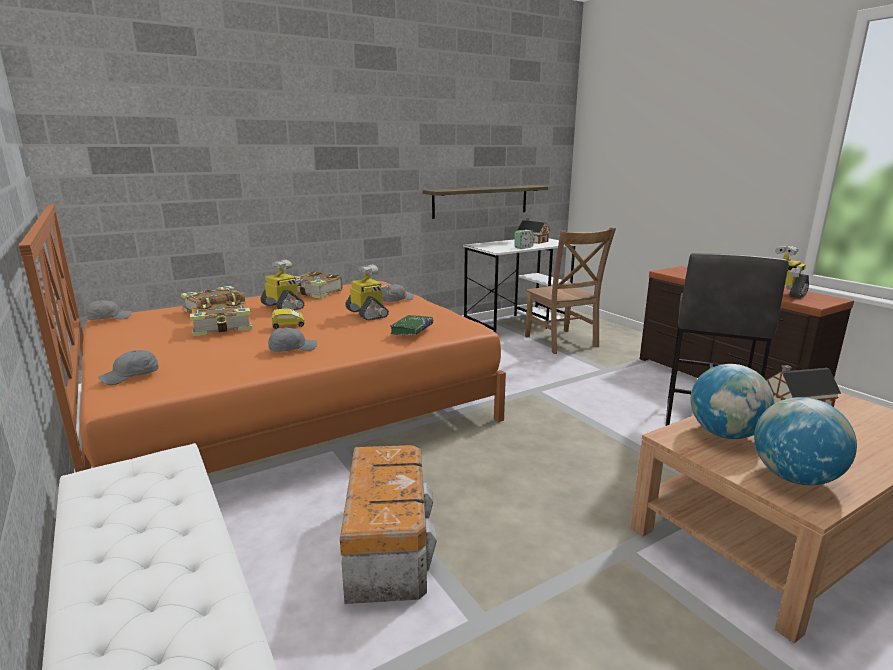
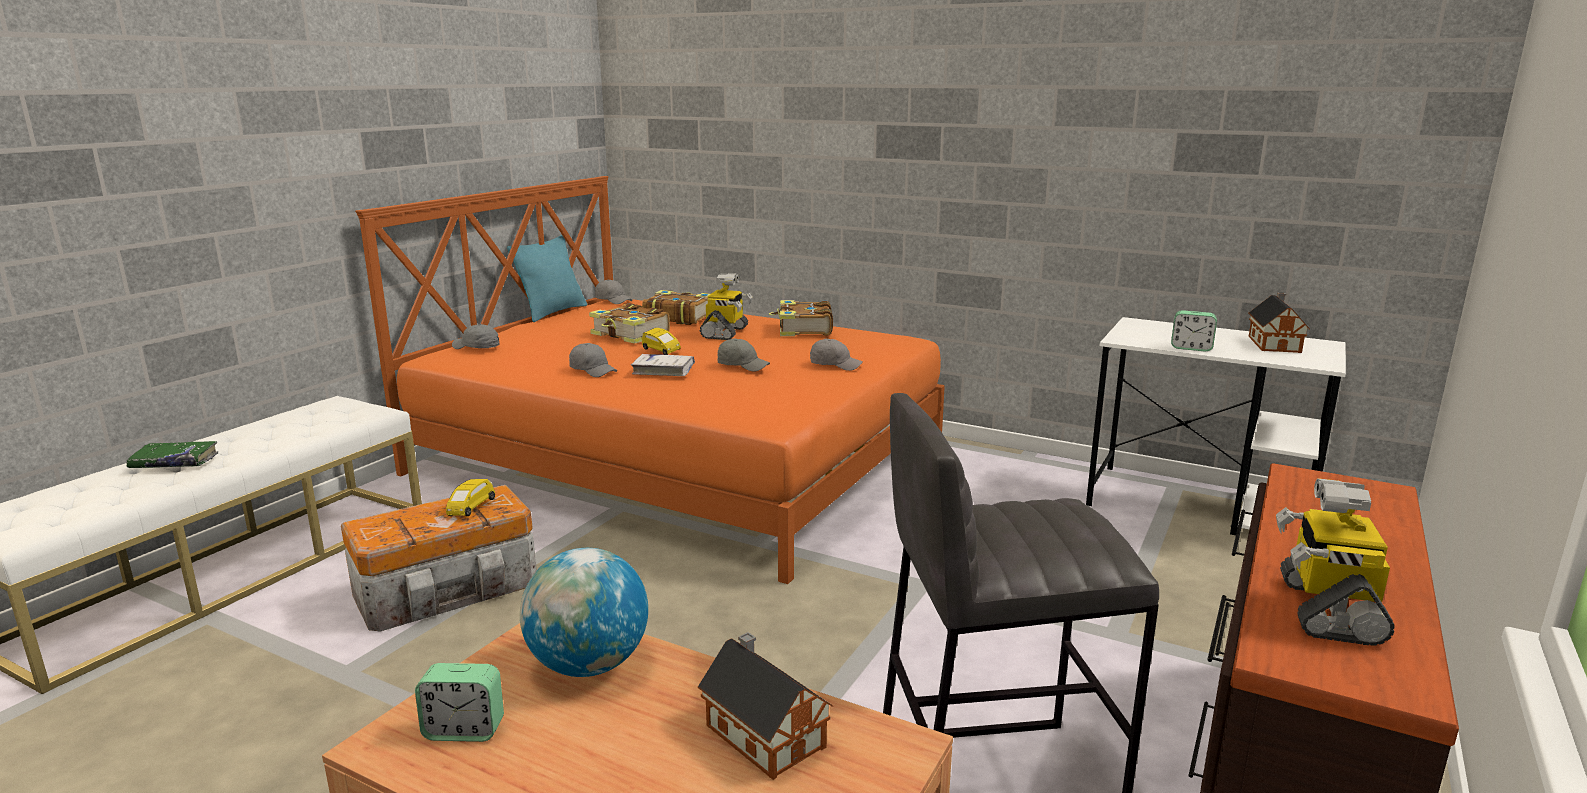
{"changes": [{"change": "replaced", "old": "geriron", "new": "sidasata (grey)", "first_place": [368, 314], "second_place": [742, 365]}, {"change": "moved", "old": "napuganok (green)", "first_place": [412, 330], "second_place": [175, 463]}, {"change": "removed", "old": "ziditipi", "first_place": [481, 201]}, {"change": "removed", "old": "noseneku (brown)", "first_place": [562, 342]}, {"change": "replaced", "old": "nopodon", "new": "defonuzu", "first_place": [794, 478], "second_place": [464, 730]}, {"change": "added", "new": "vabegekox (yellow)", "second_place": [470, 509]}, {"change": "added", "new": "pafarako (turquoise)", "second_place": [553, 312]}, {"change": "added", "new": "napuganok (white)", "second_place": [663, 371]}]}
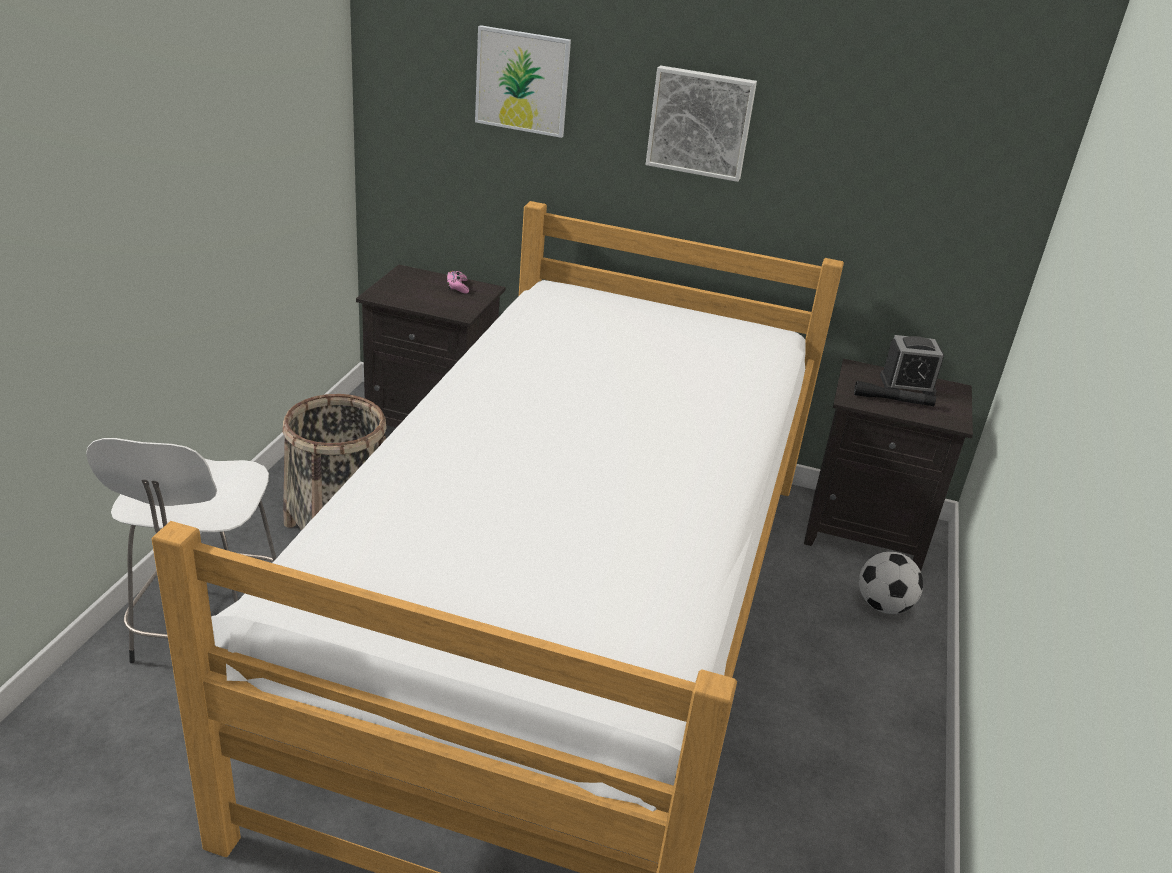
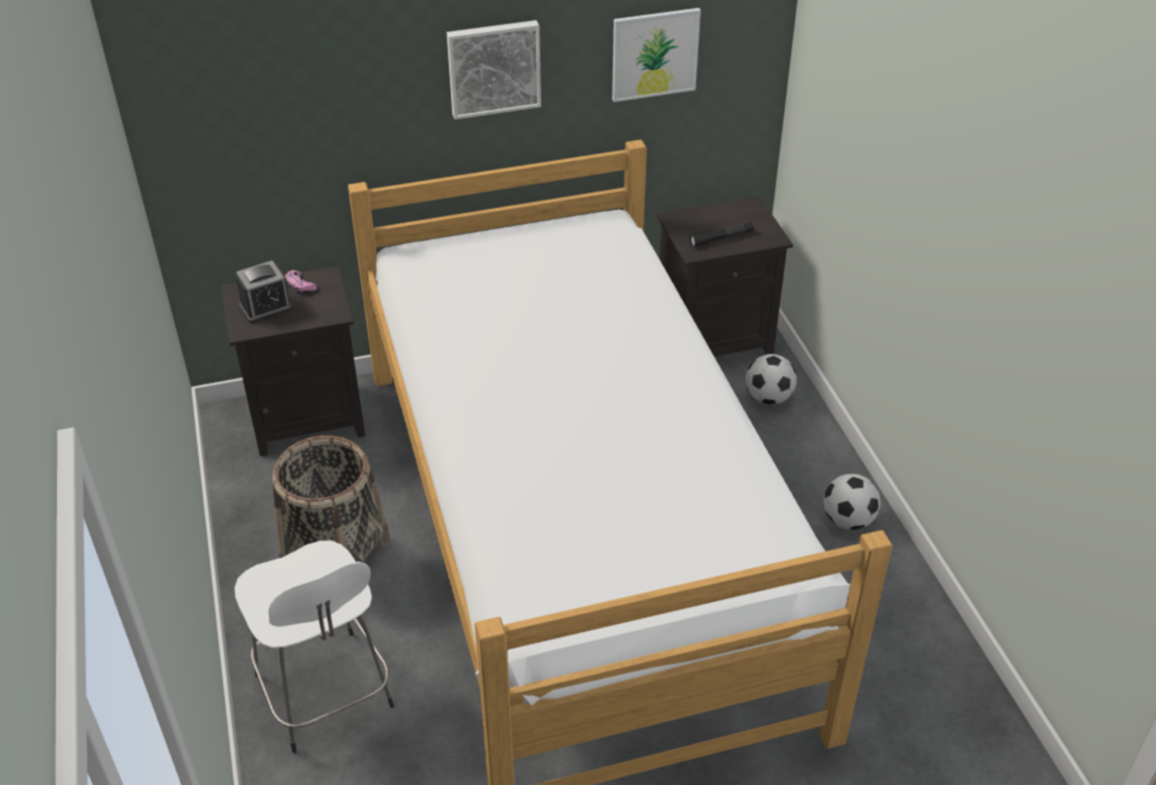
{"changes": [{"change": "moved", "old": "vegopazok", "first_place": [522, 81], "second_place": [654, 54]}, {"change": "moved", "old": "defonuzu", "first_place": [907, 384], "second_place": [266, 308]}, {"change": "added", "new": "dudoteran", "second_place": [848, 520]}]}
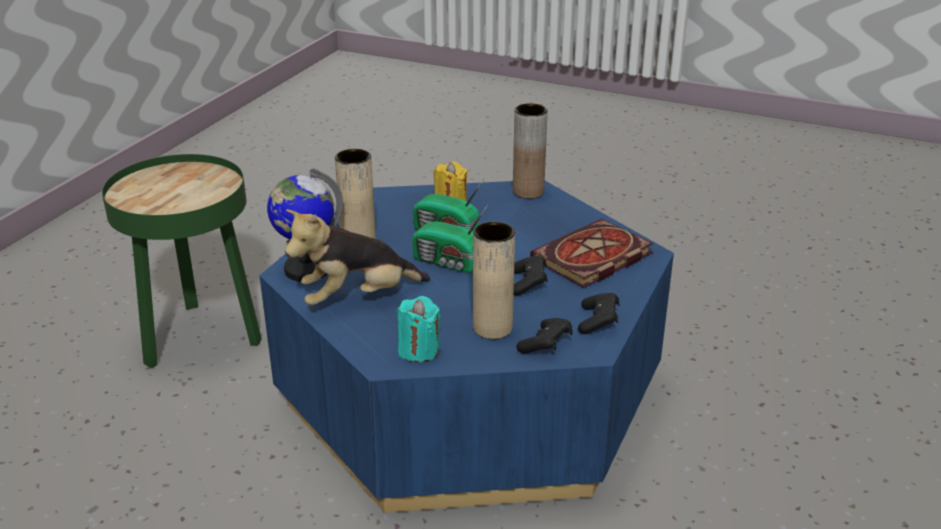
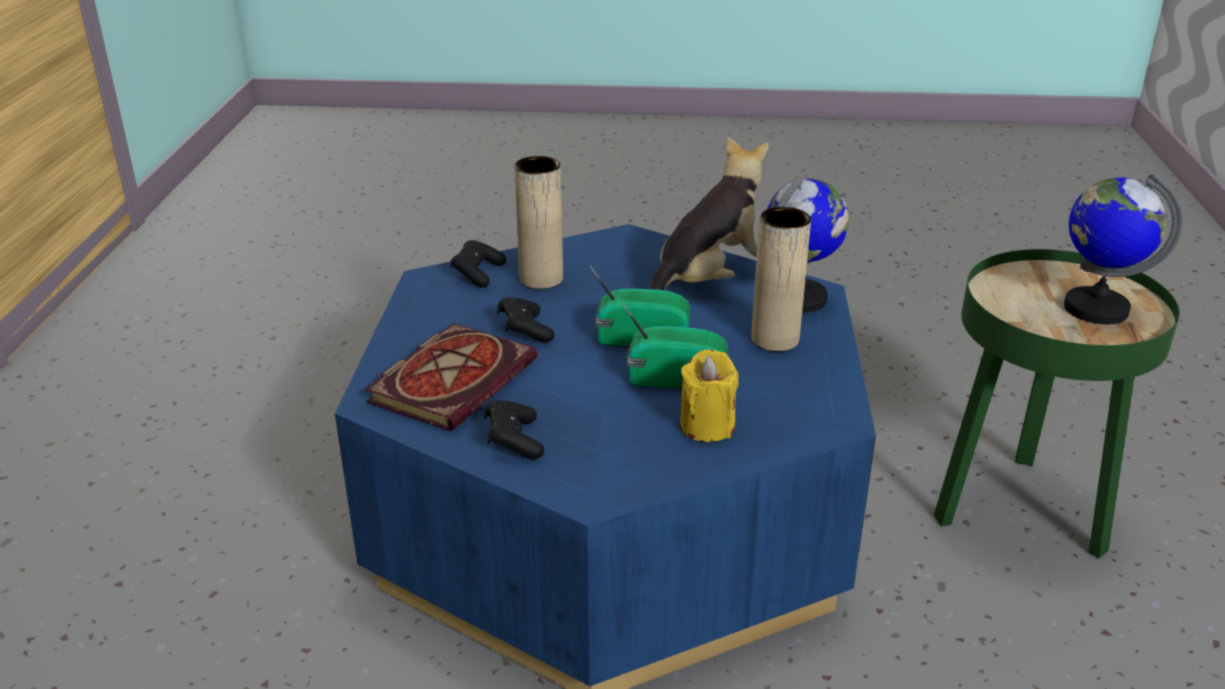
{"changes": [{"change": "removed", "old": "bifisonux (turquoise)", "first_place": [418, 350]}, {"change": "removed", "old": "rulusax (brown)", "first_place": [528, 192]}, {"change": "moved", "old": "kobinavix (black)", "first_place": [598, 322], "second_place": [513, 441]}, {"change": "added", "new": "nopodon", "second_place": [1095, 308]}]}
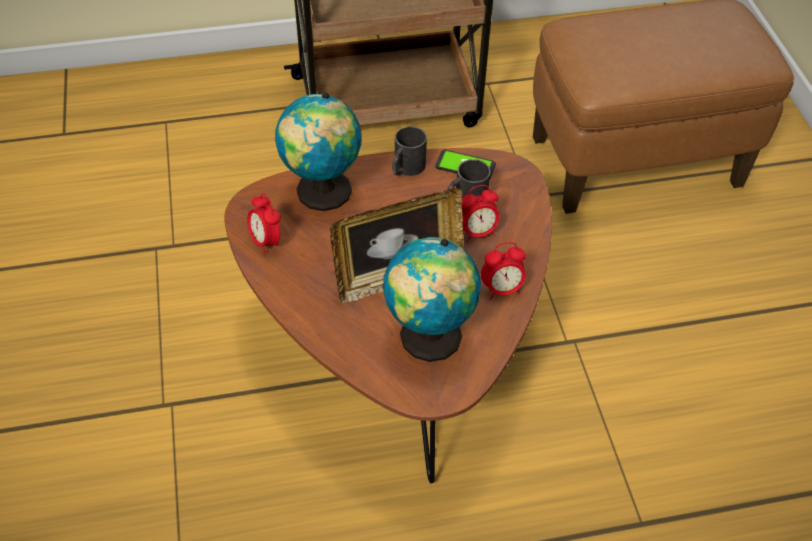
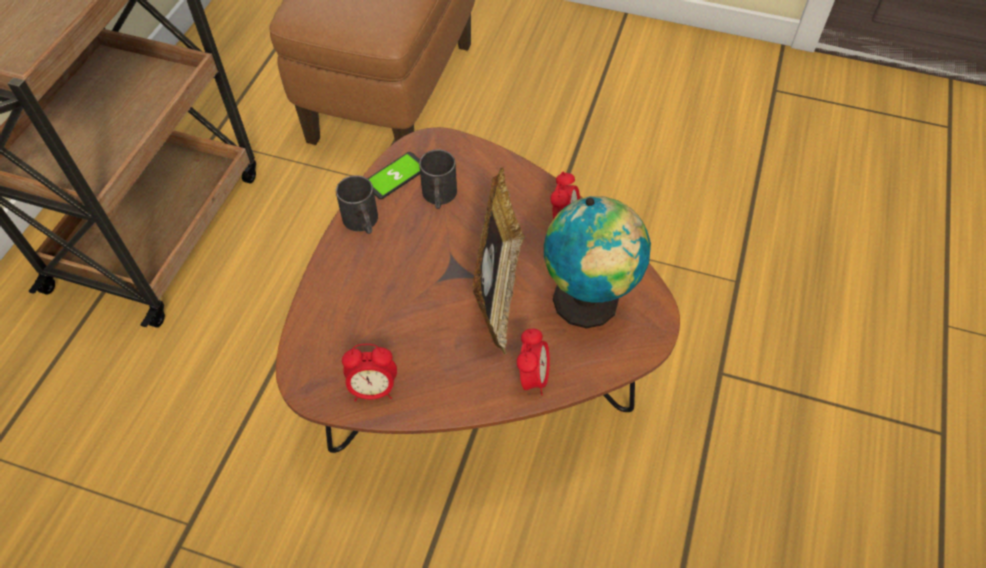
{"changes": [{"change": "removed", "old": "nopodon", "first_place": [322, 194]}, {"change": "moved", "old": "defonuzu", "first_place": [477, 232], "second_place": [532, 377]}]}
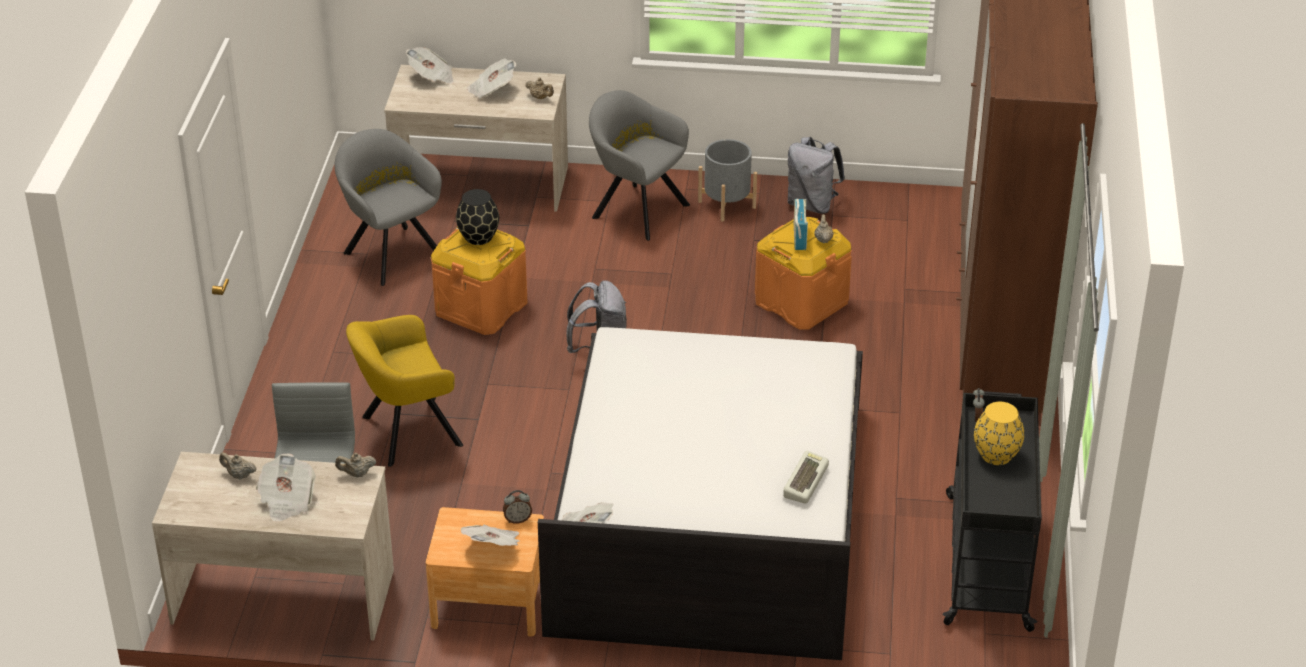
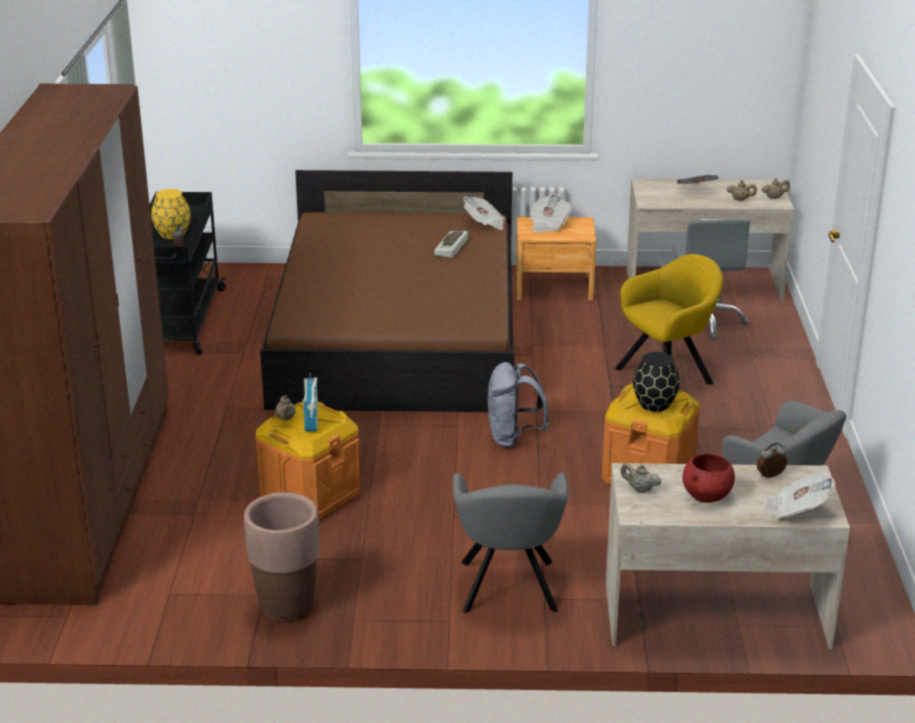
{"changes": [{"change": "moved", "old": "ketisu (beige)", "first_place": [357, 474], "second_place": [774, 197]}, {"change": "replaced", "old": "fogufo", "new": "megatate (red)", "first_place": [491, 89], "second_place": [707, 497]}, {"change": "moved", "old": "defonuzu", "first_place": [517, 519], "second_place": [771, 476]}, {"change": "recoloured", "old": "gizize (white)", "new": "gizize (brown)", "first_place": [709, 516], "second_place": [397, 336]}, {"change": "turned", "old": "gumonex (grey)", "first_place": [636, 209], "second_place": [508, 590], "degrees": 60}, {"change": "removed", "old": "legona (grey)", "first_place": [727, 204]}, {"change": "moved", "old": "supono", "first_place": [804, 480], "second_place": [452, 248]}, {"change": "replaced", "old": "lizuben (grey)", "new": "legona (brown)", "first_place": [812, 204], "second_place": [286, 608]}]}
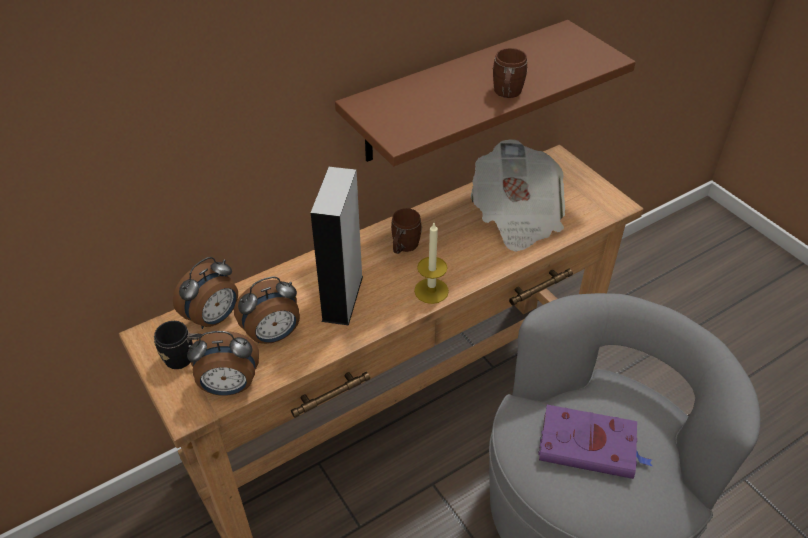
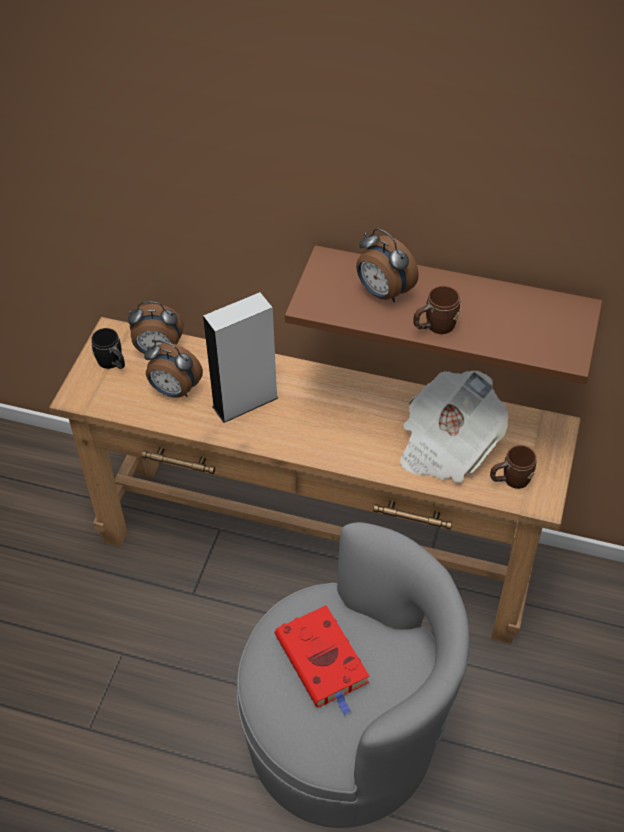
{"changes": [{"change": "moved", "old": "defonuzu", "first_place": [229, 387], "second_place": [383, 293]}, {"change": "moved", "old": "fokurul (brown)", "first_place": [403, 247], "second_place": [510, 480]}, {"change": "removed", "old": "bifisonux", "first_place": [431, 291]}, {"change": "recoloured", "old": "napuganok (purple)", "new": "napuganok (red)", "first_place": [590, 446], "second_place": [323, 661]}]}
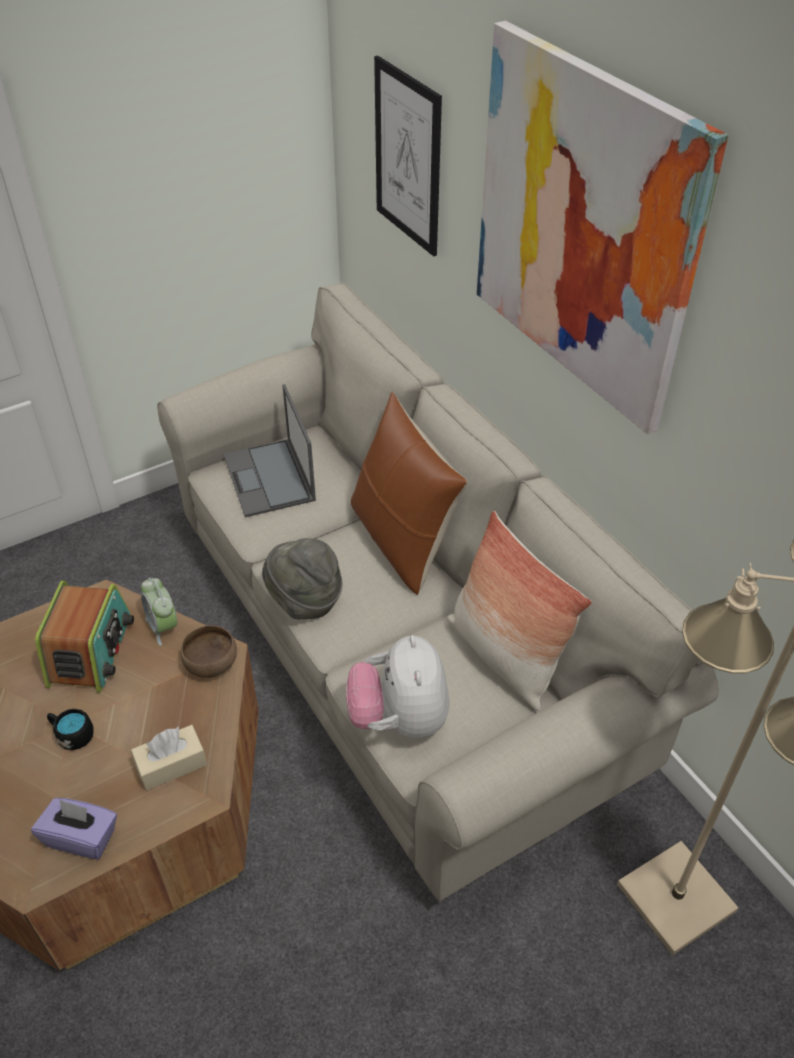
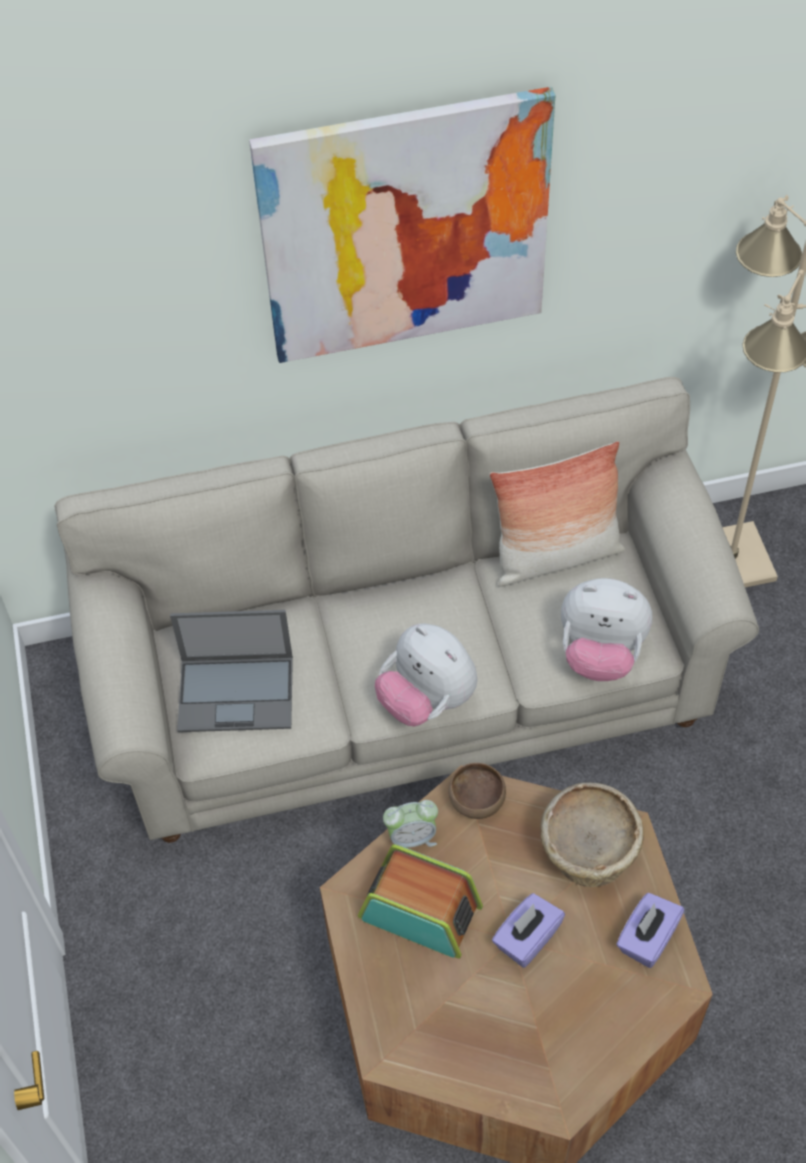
{"changes": [{"change": "replaced", "old": "fokurul (black)", "new": "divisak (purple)", "first_place": [72, 735], "second_place": [526, 938]}, {"change": "replaced", "old": "divisak (beige)", "new": "megatate (beige)", "first_place": [171, 764], "second_place": [587, 853]}, {"change": "replaced", "old": "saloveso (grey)", "new": "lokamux", "first_place": [305, 600], "second_place": [426, 700]}, {"change": "removed", "old": "pafarako (brown)", "first_place": [402, 540]}, {"change": "removed", "old": "vegopazok", "first_place": [408, 157]}]}
